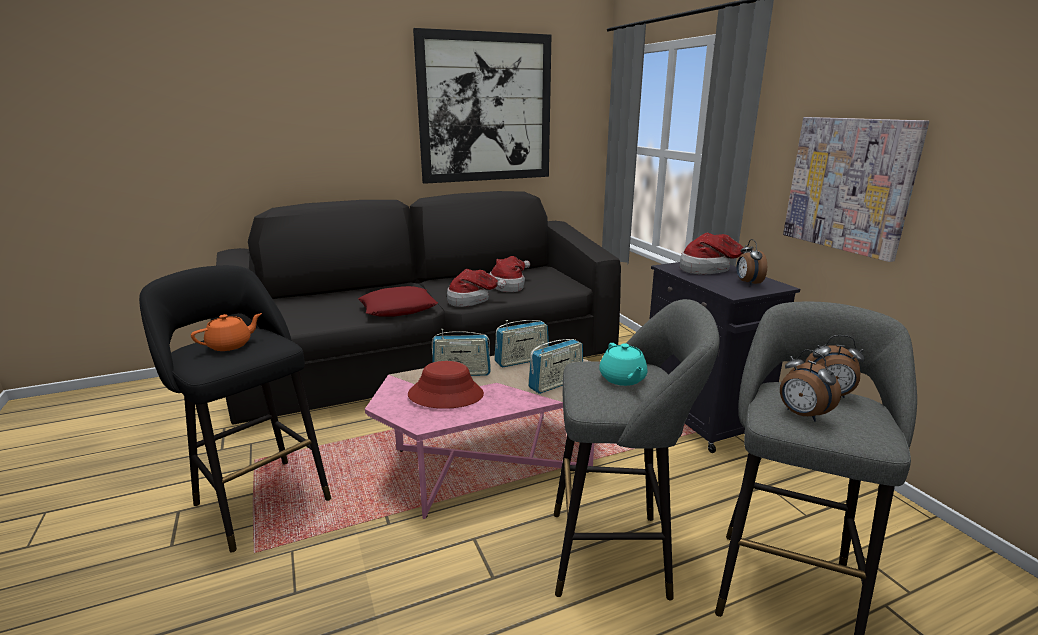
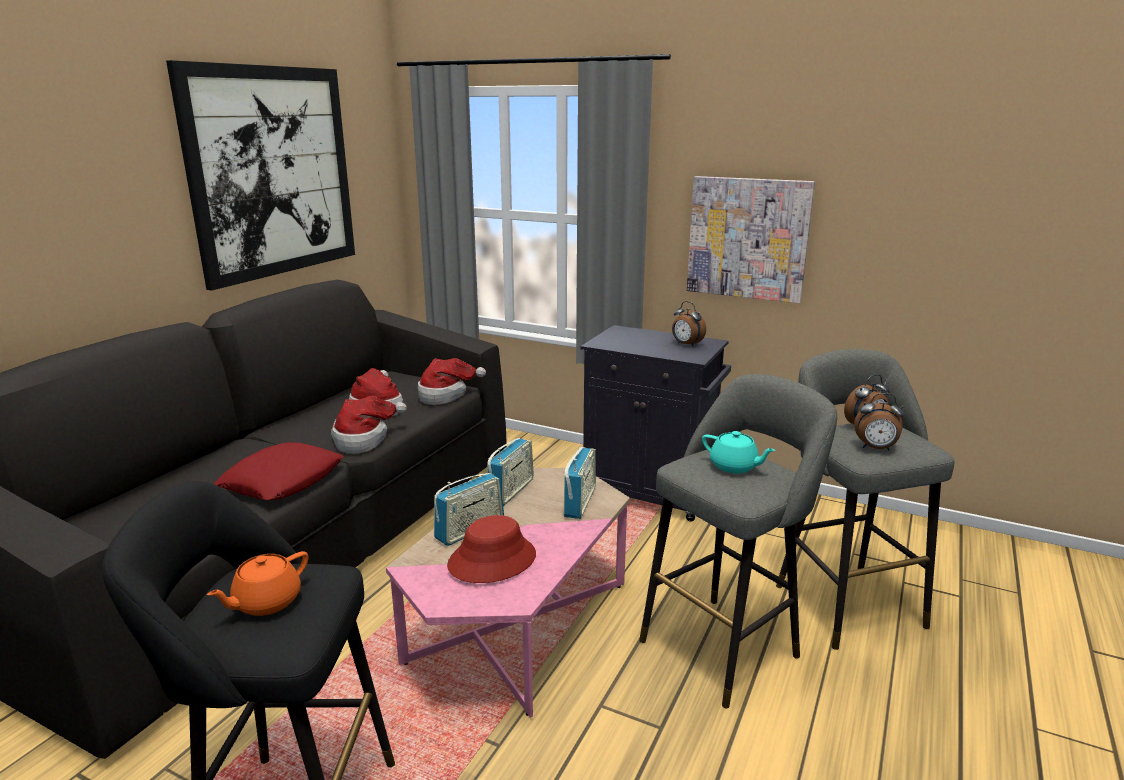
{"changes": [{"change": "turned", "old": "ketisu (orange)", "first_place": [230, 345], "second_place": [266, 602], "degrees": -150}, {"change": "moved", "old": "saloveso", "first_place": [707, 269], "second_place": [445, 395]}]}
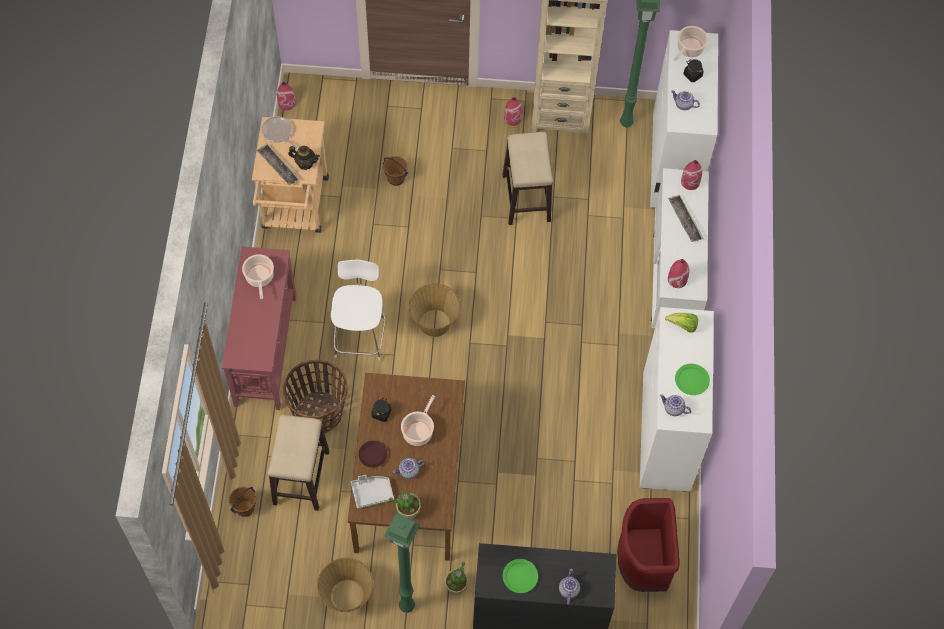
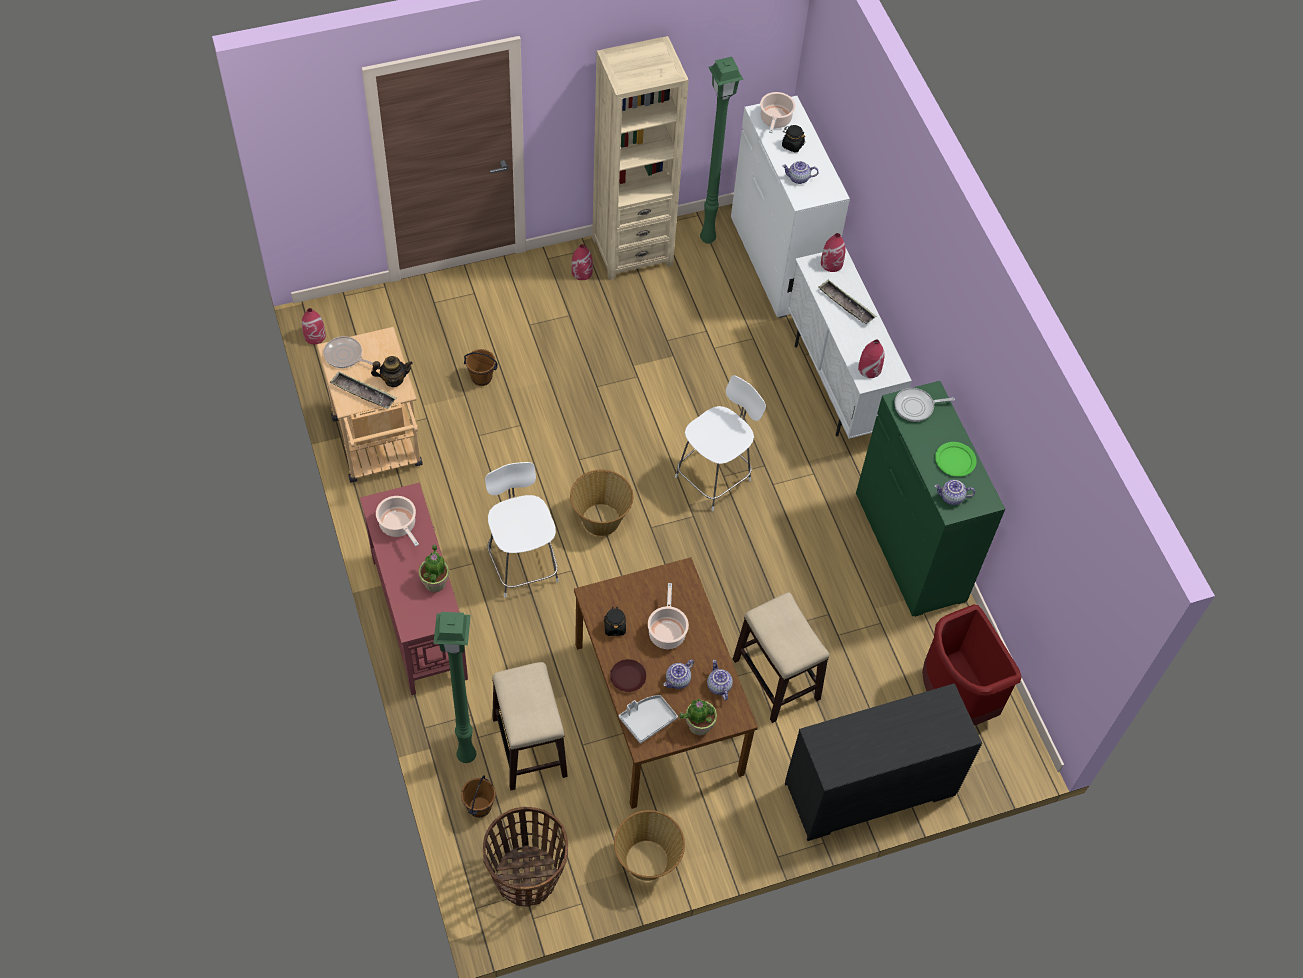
{"changes": [{"change": "moved", "old": "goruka", "first_place": [319, 413], "second_place": [526, 876]}, {"change": "moved", "old": "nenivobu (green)", "first_place": [405, 606], "second_place": [465, 757]}, {"change": "moved", "old": "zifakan", "first_place": [456, 586], "second_place": [435, 582]}, {"change": "moved", "old": "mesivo", "first_place": [526, 198], "second_place": [776, 680]}, {"change": "removed", "old": "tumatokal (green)", "first_place": [520, 577]}, {"change": "moved", "old": "ketisu", "first_place": [568, 590], "second_place": [718, 686]}, {"change": "recoloured", "old": "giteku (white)", "new": "giteku (green)", "first_place": [666, 432], "second_place": [910, 547]}, {"change": "replaced", "old": "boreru", "new": "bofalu", "first_place": [683, 326], "second_place": [916, 407]}, {"change": "added", "new": "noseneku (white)", "second_place": [715, 477]}]}
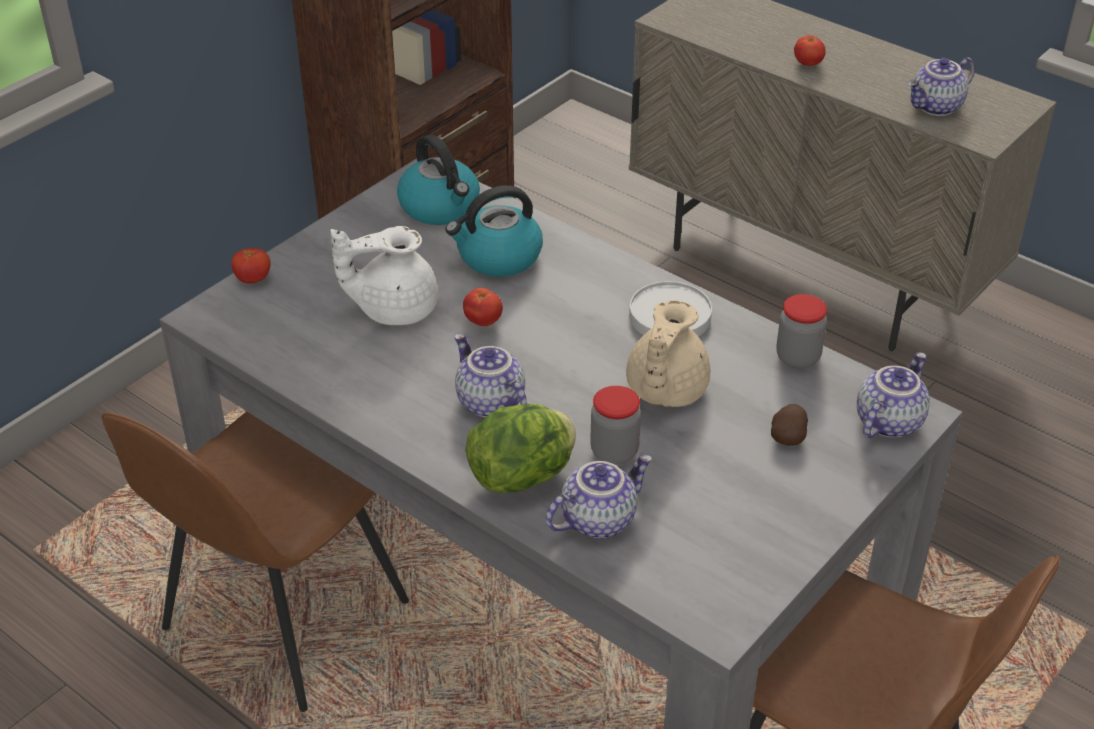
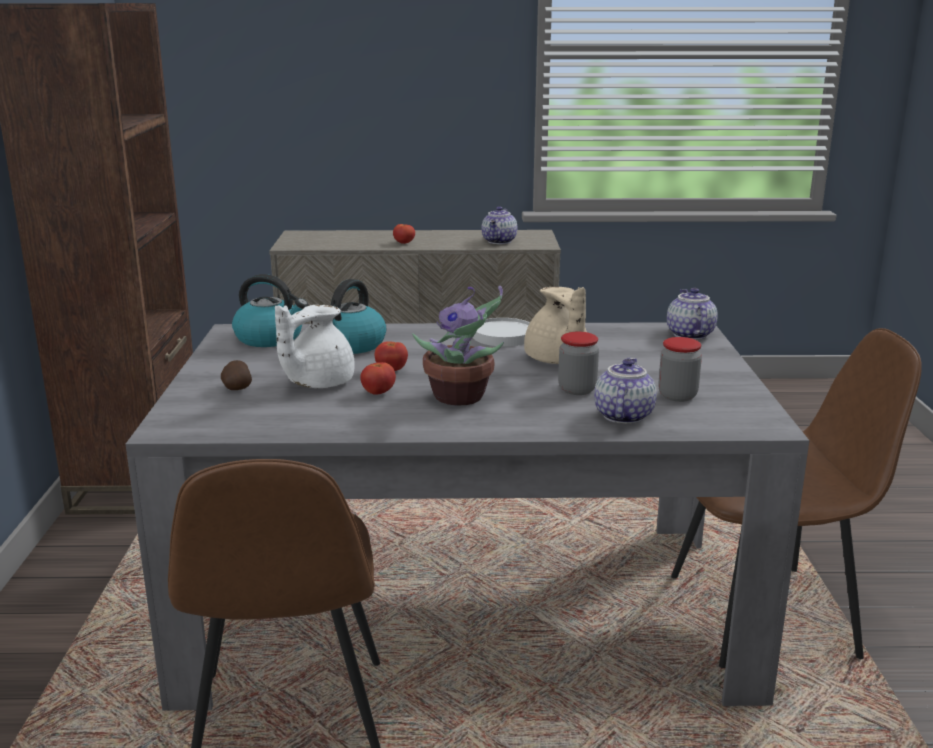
{"changes": [{"change": "moved", "old": "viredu", "first_place": [253, 279], "second_place": [378, 393]}, {"change": "replaced", "old": "ketisu", "new": "zifakan", "first_place": [488, 402], "second_place": [461, 397]}, {"change": "removed", "old": "boreru", "first_place": [523, 476]}, {"change": "moved", "old": "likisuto", "first_place": [788, 436], "second_place": [237, 388]}, {"change": "moved", "old": "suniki", "first_place": [798, 357], "second_place": [677, 396]}]}
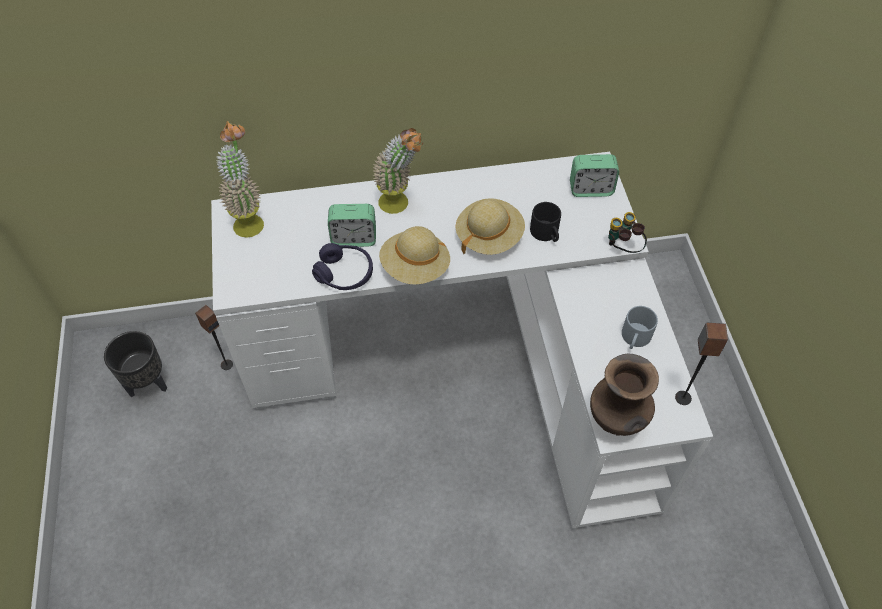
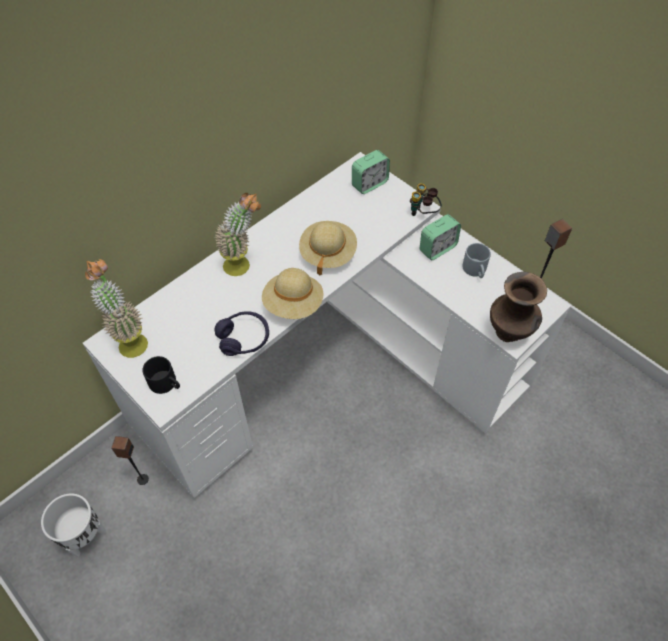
{"changes": [{"change": "recoloured", "old": "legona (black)", "new": "legona (white)", "first_place": [148, 383], "second_place": [85, 536]}, {"change": "moved", "old": "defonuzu", "first_place": [354, 238], "second_place": [437, 248]}, {"change": "moved", "old": "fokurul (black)", "first_place": [547, 234], "second_place": [166, 383]}]}
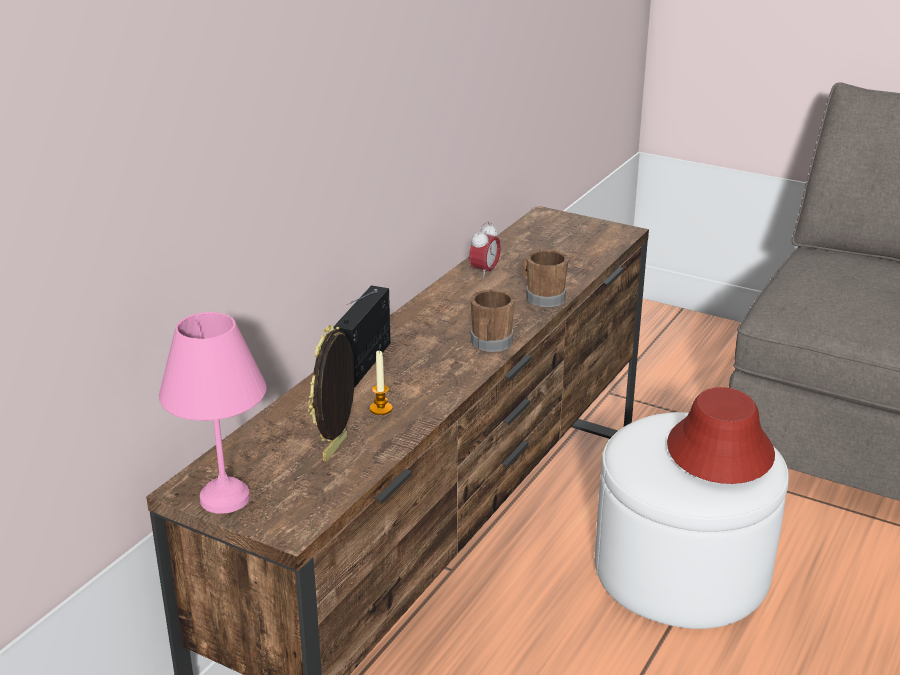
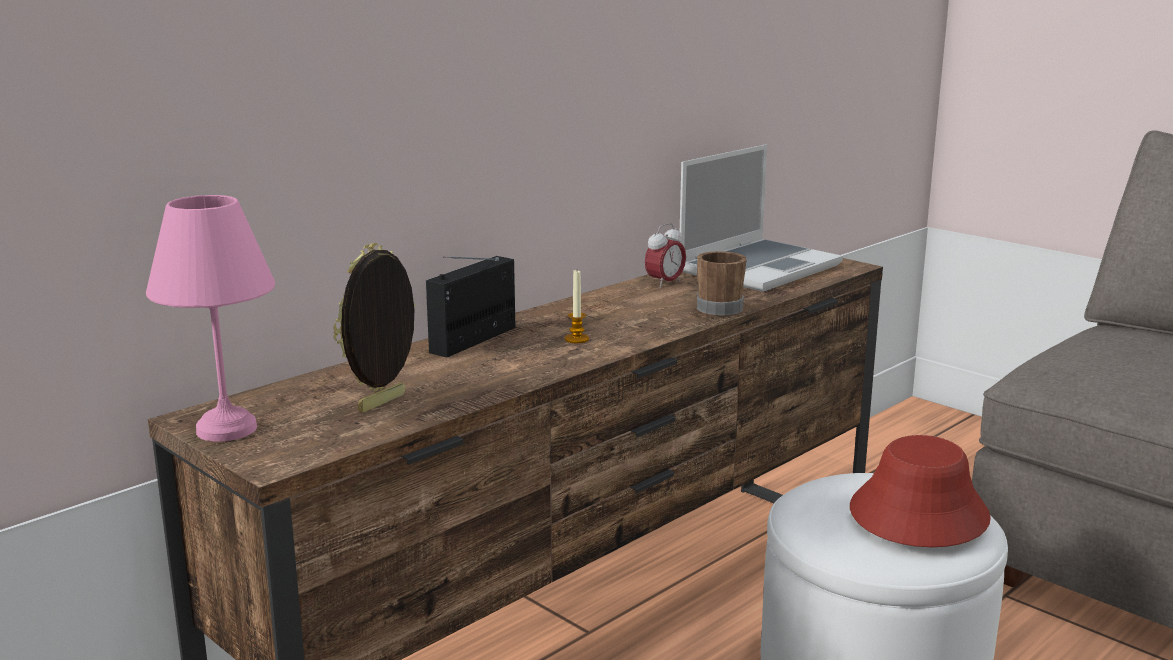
{"changes": [{"change": "moved", "old": "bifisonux", "first_place": [381, 409], "second_place": [576, 339]}, {"change": "removed", "old": "fokurul (brown)", "first_place": [490, 345]}, {"change": "added", "new": "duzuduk", "second_place": [759, 268]}]}
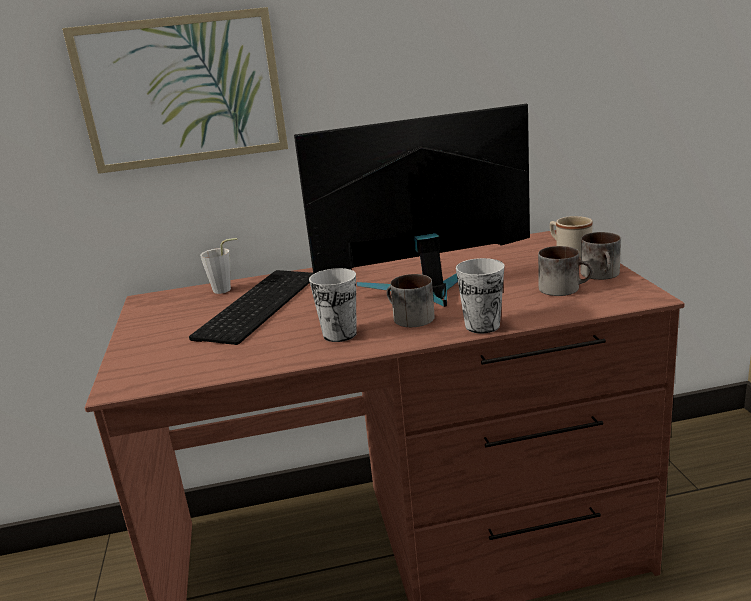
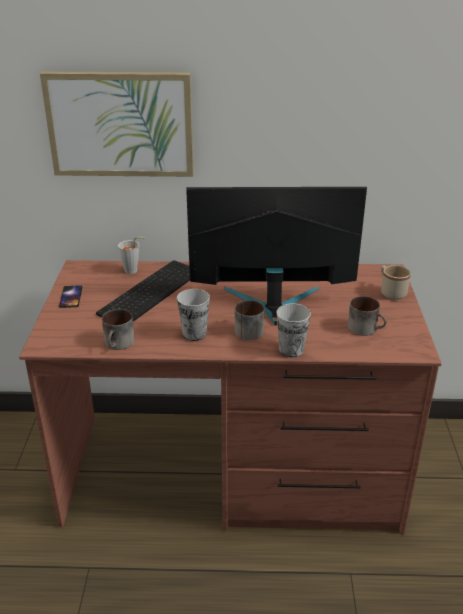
{"changes": [{"change": "moved", "old": "fokurul", "first_place": [603, 274], "second_place": [119, 344]}, {"change": "added", "new": "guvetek", "second_place": [71, 297]}]}
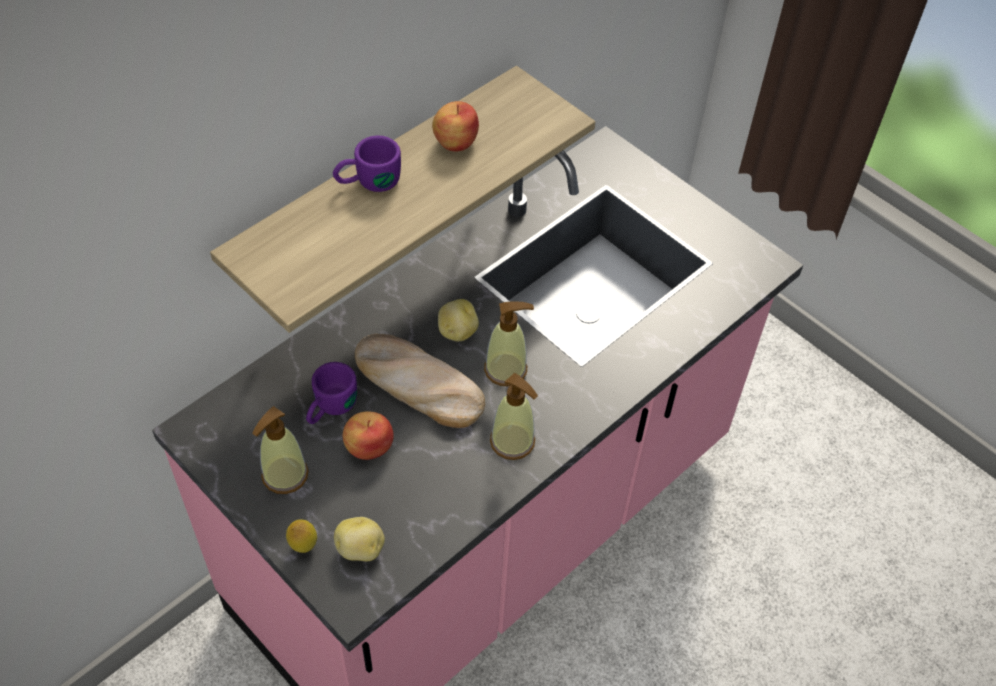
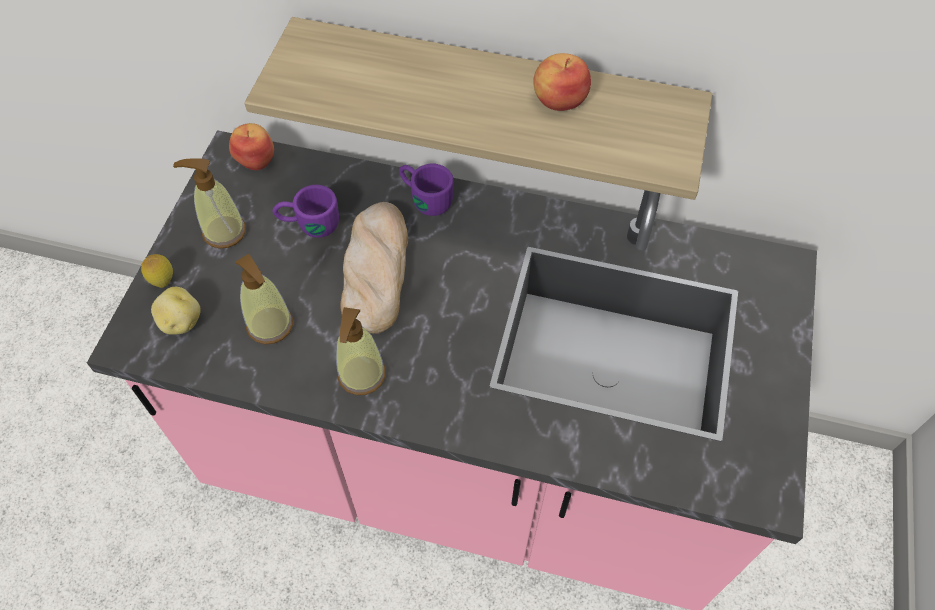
{"changes": [{"change": "moved", "old": "fokurul (purple)", "first_place": [367, 182], "second_place": [424, 197]}, {"change": "moved", "old": "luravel", "first_place": [369, 446], "second_place": [256, 159]}, {"change": "removed", "old": "likisuto", "first_place": [457, 331]}, {"change": "moved", "old": "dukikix", "first_place": [506, 369], "second_place": [270, 325]}]}
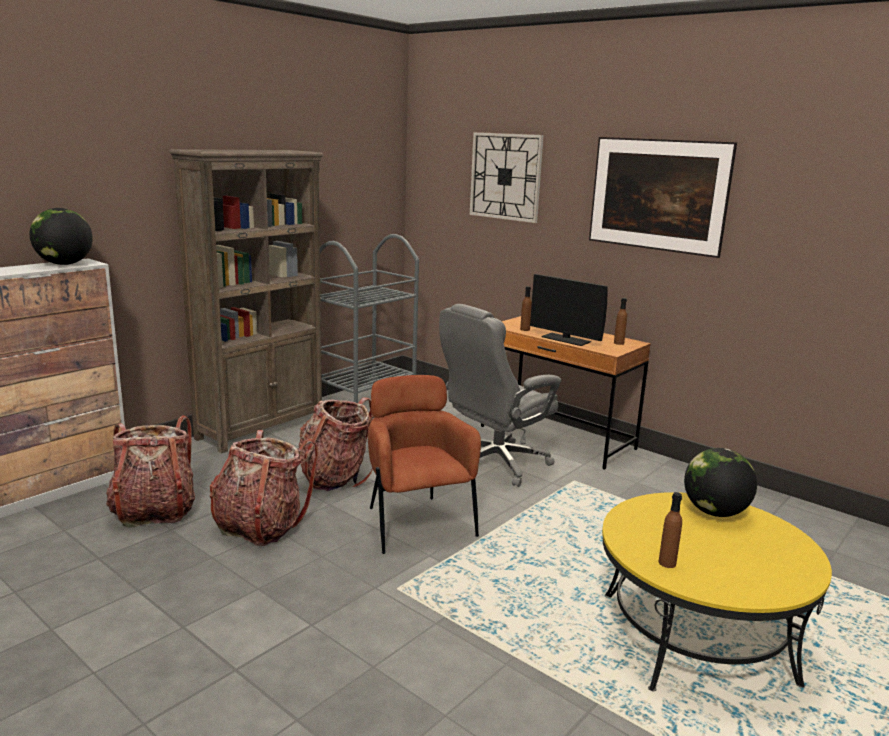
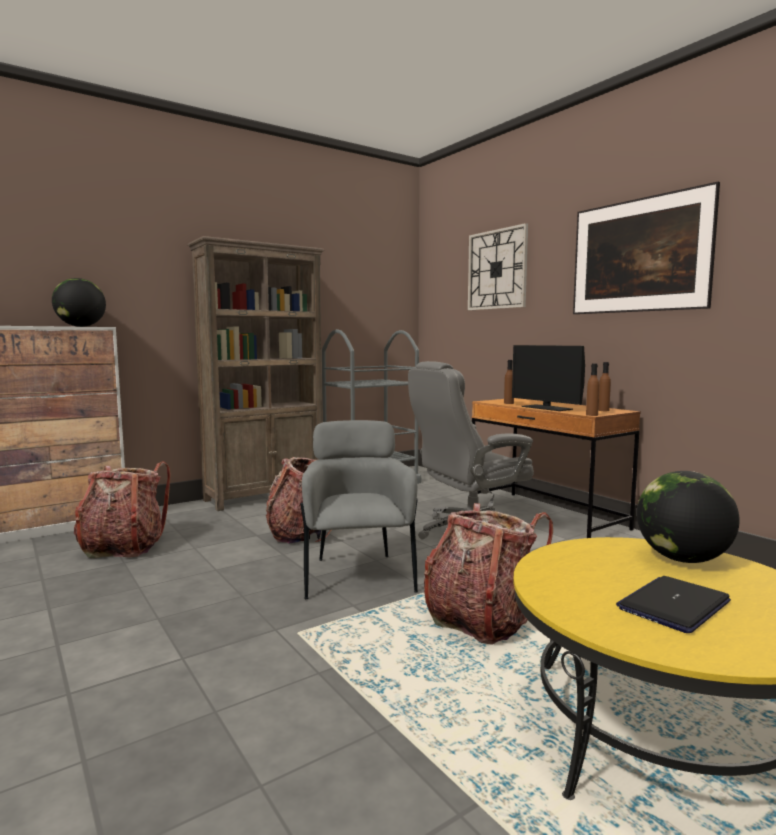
{"changes": [{"change": "moved", "old": "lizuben", "first_place": [261, 526], "second_place": [480, 620]}, {"change": "recoloured", "old": "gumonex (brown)", "new": "gumonex (grey)", "first_place": [416, 523], "second_place": [357, 575]}, {"change": "moved", "old": "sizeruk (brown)", "first_place": [667, 563], "second_place": [591, 415]}, {"change": "added", "new": "duzuduk", "second_place": [674, 605]}]}
